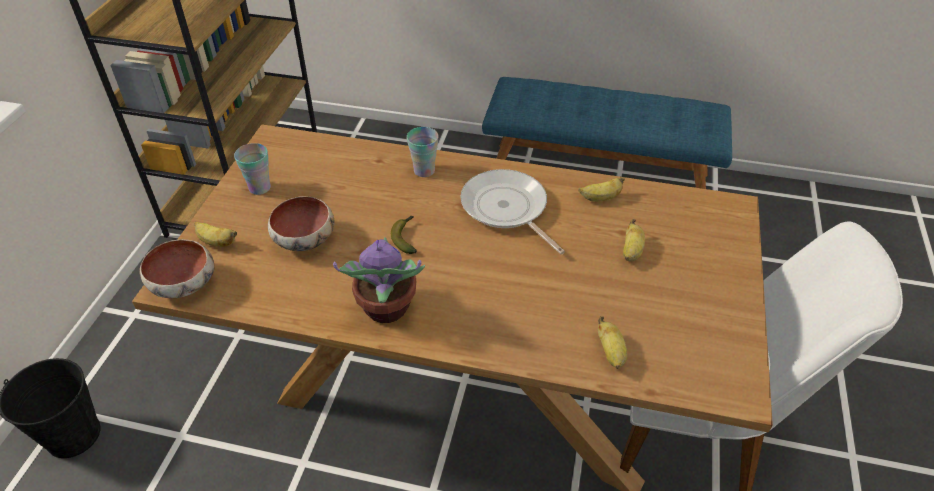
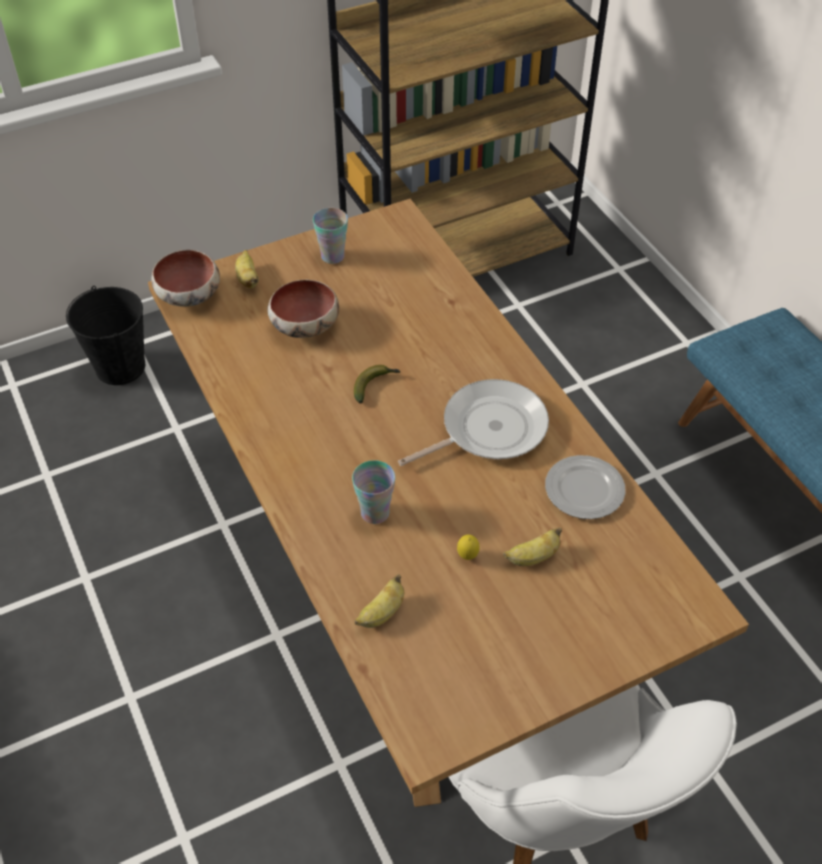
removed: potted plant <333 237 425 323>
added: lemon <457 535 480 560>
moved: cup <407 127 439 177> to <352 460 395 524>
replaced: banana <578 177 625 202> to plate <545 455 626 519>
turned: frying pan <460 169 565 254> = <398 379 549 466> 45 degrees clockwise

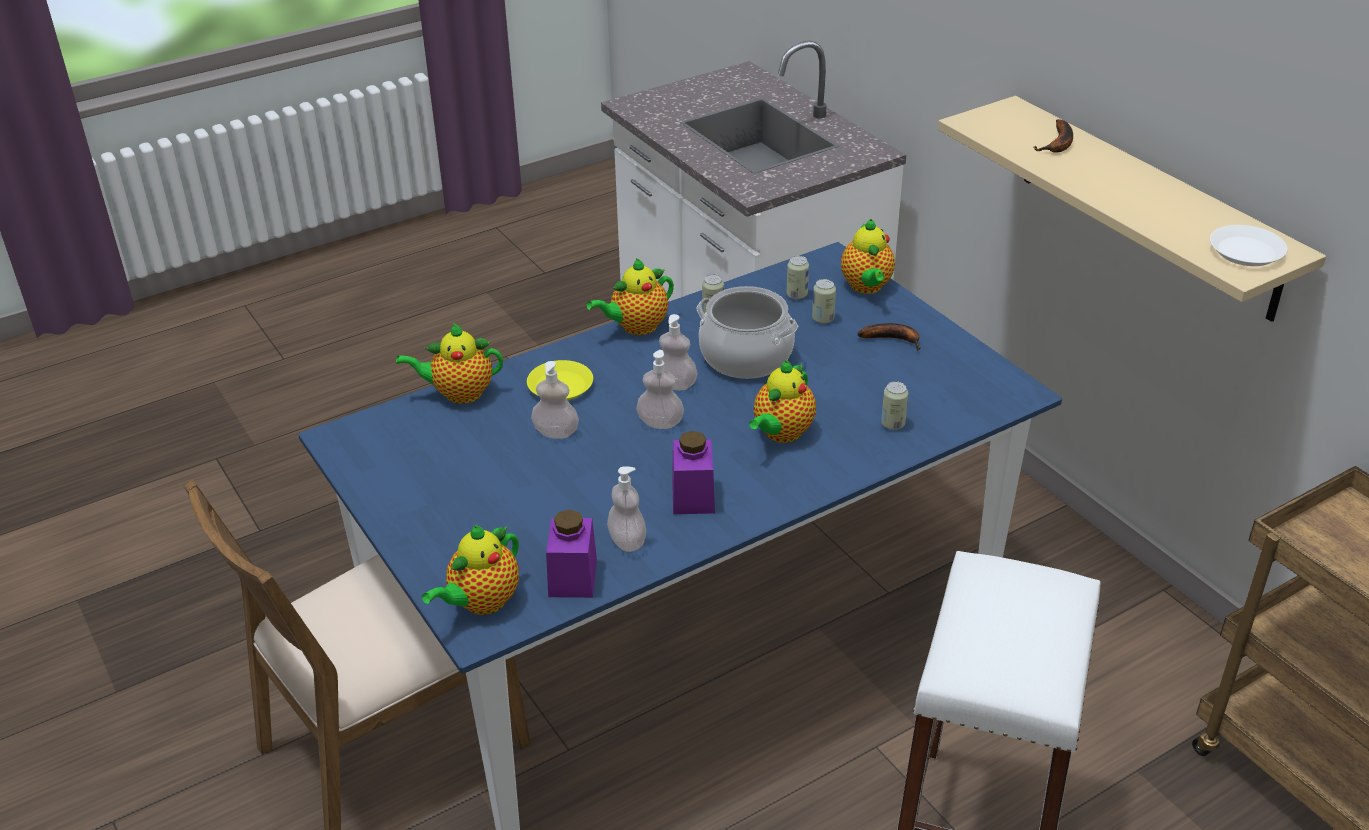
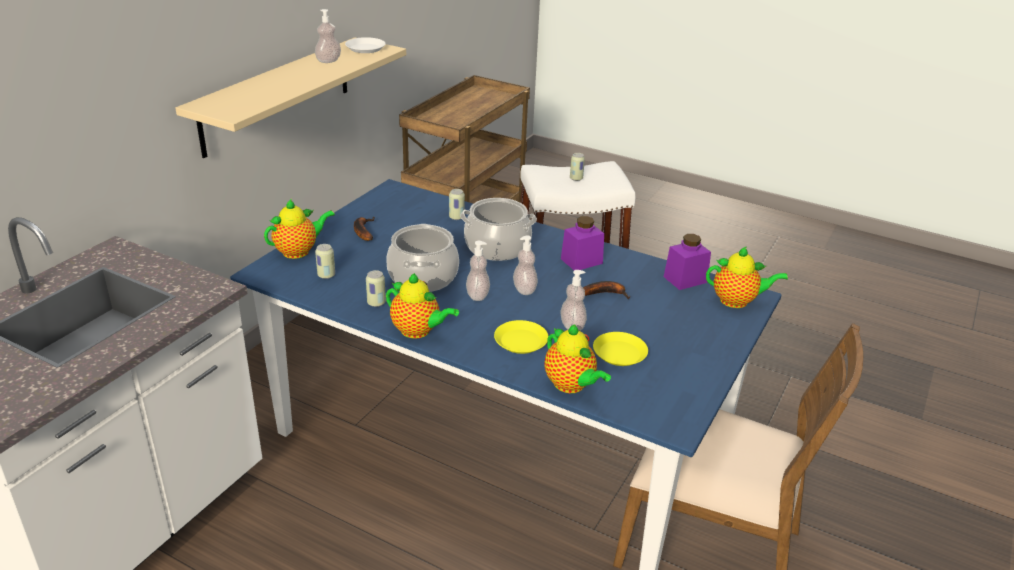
added: yellow plate <593 332 648 366>
moved: banana <1033 119 1073 153> to <583 281 630 299>; can <812 279 836 324> to <570 153 585 181>; soap dispenser <607 466 646 552> to <315 9 341 63>
replaced: teapot <749 360 816 443> to cooking pot <460 198 537 261>

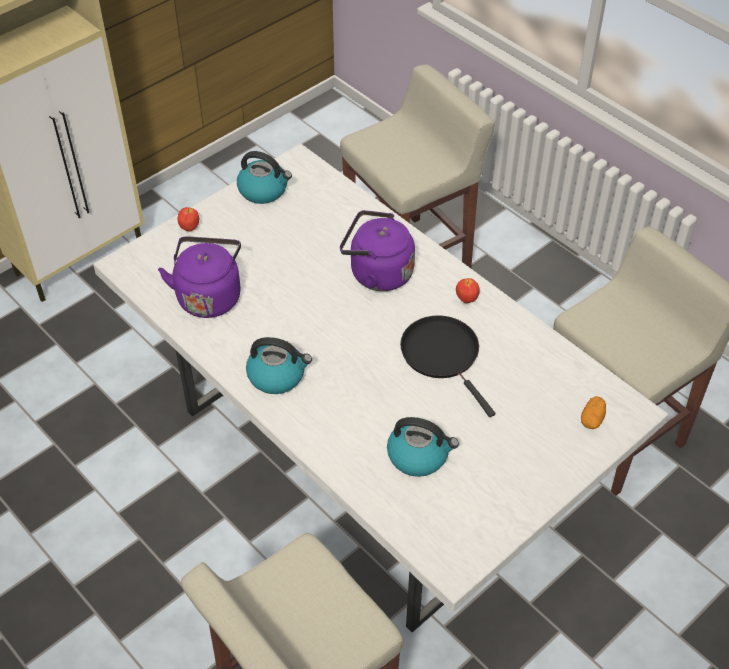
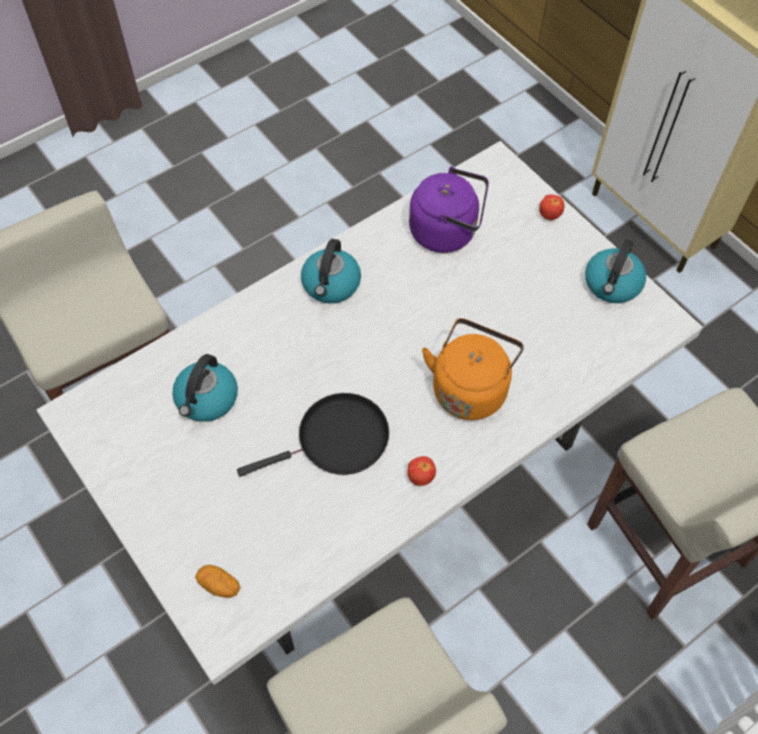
recoloured: purple kettle <340 210 415 291> to orange kettle <422 318 524 420>

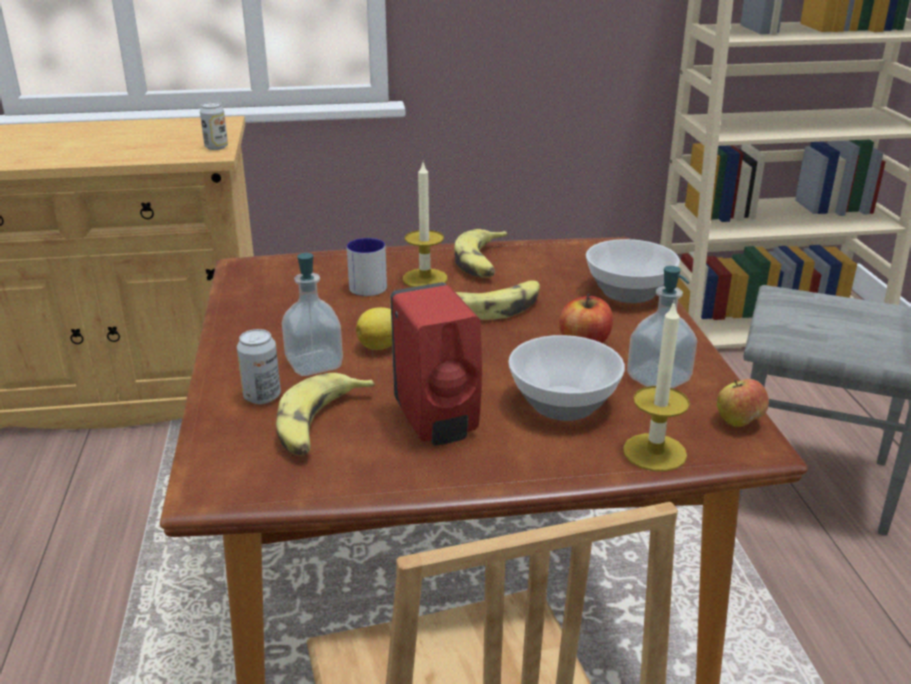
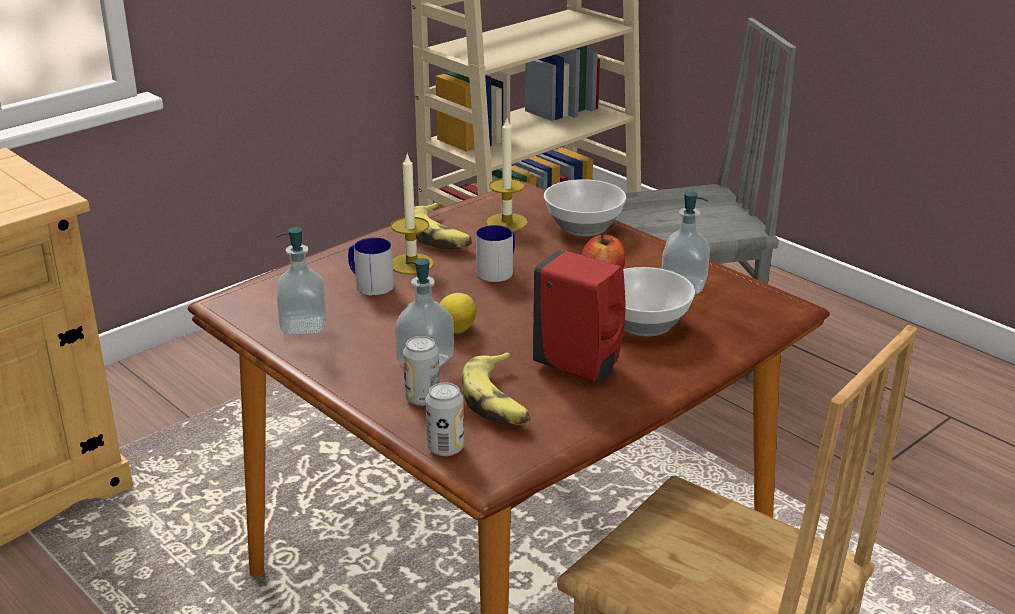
removed: apple <717 379 769 427>
added: soap dispenser <277 227 326 335>
moved: can <200 102 228 150> to <426 383 464 456>; candle <623 303 690 472> to <486 119 528 231>
replaced: banana <456 281 540 320> to mug <476 225 515 282>

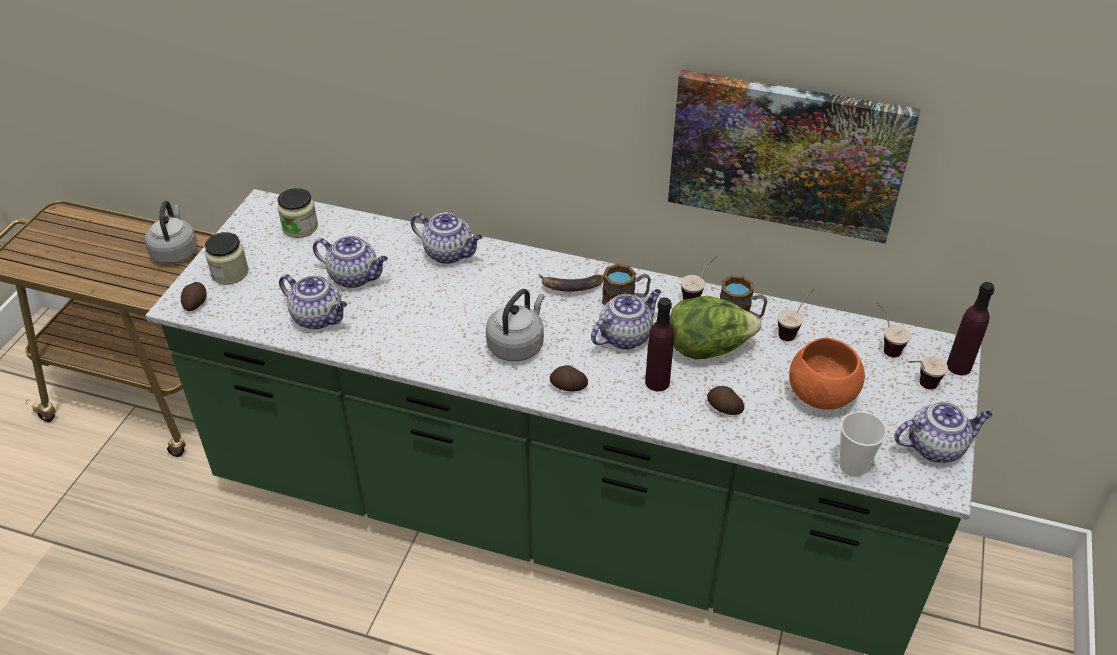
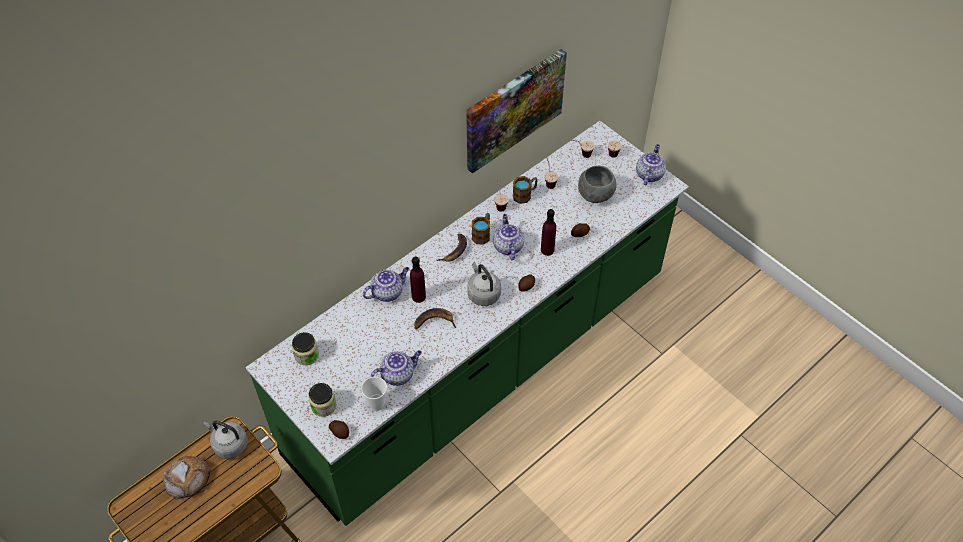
removed: teapot <313 236 388 288>; lettuce <670 296 761 359>
added: banana <414 308 456 329>; bread <163 456 211 500>
moved: purple bottle <947 282 994 375> to <410 257 426 303>; cup <839 411 887 477> to <361 377 387 411>
recoloured: orange bowl <789 338 865 410> to grey bowl <578 166 616 203>

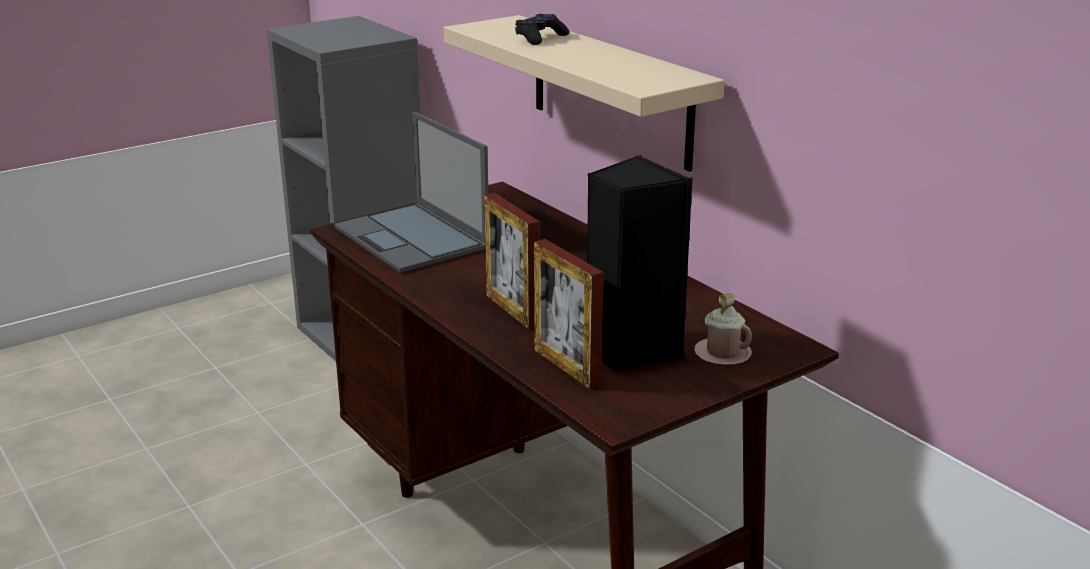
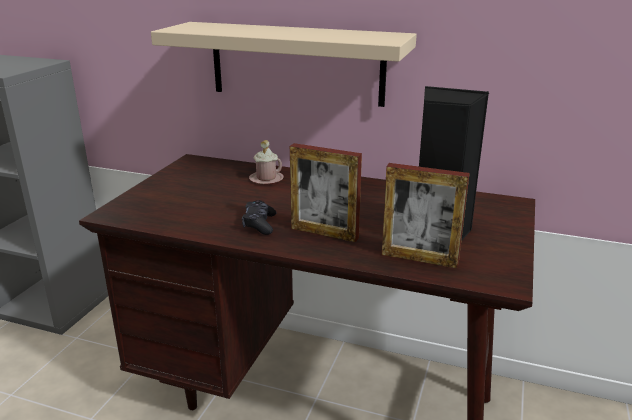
removed: laptop <334 112 488 273>
moved: black game controller <515 14 569 45> to <242 200 276 235>; pink mug <694 293 752 365> to <249 140 284 184>

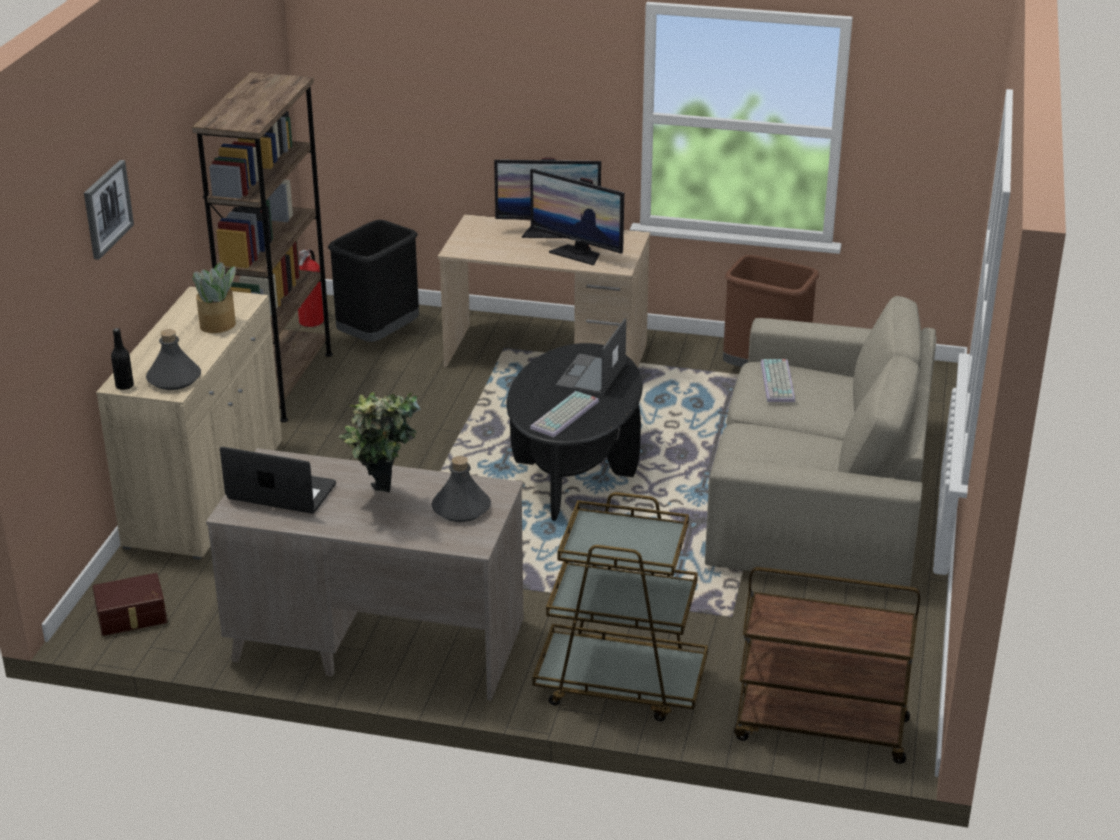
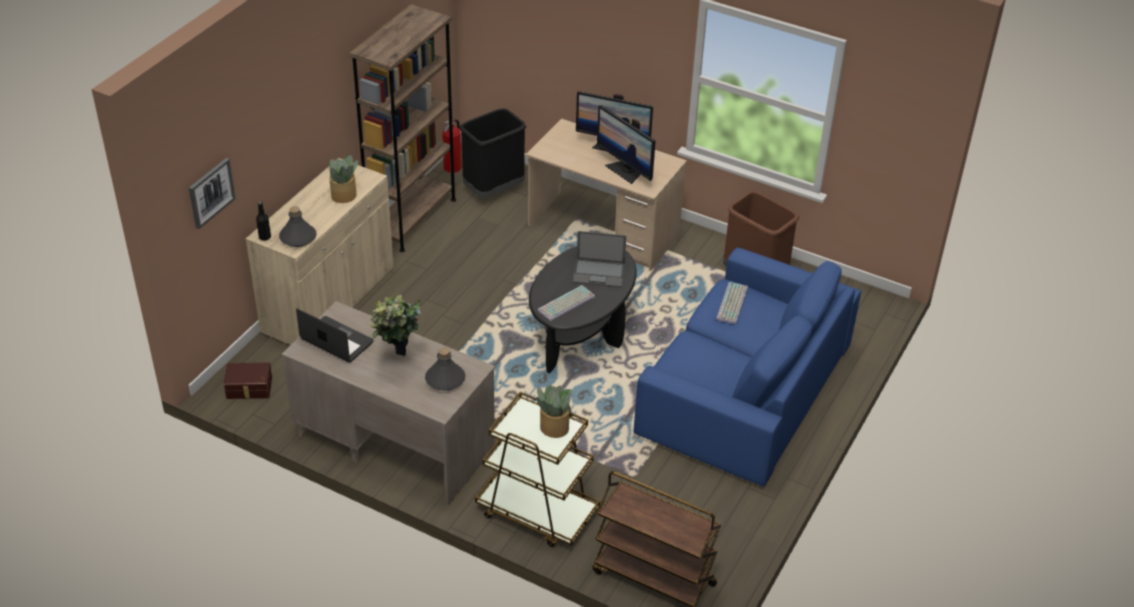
added: potted plant <536 385 572 438>
moved: picture <84 160 134 260> to <189 158 236 229>
recoloured: beige sofa <705 296 937 592> to blue sofa <634 248 861 486>
turned: laptop <555 318 626 396> = <573 231 626 287> 120 degrees counterclockwise

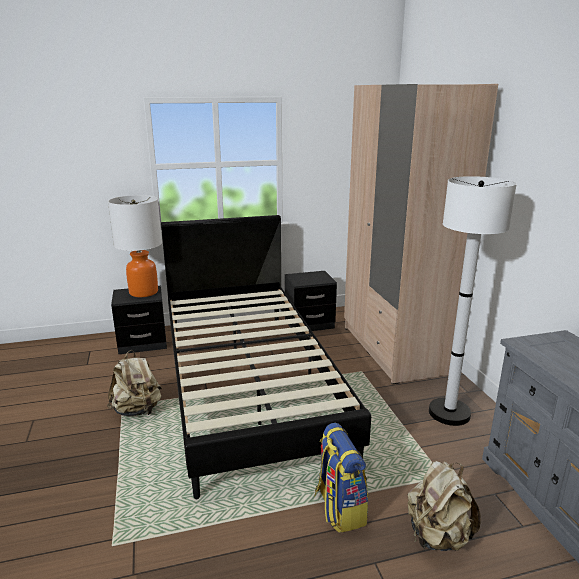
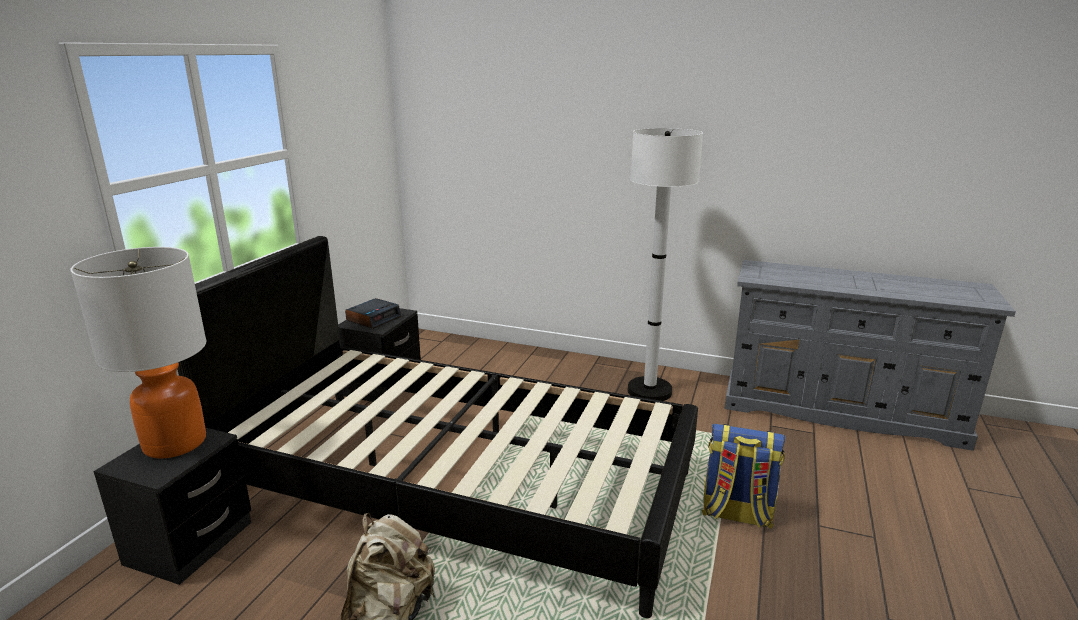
removed: beige wardrobe <344 84 498 384>; beige backpack <408 461 481 551>
added: alarm clock <345 298 401 329>

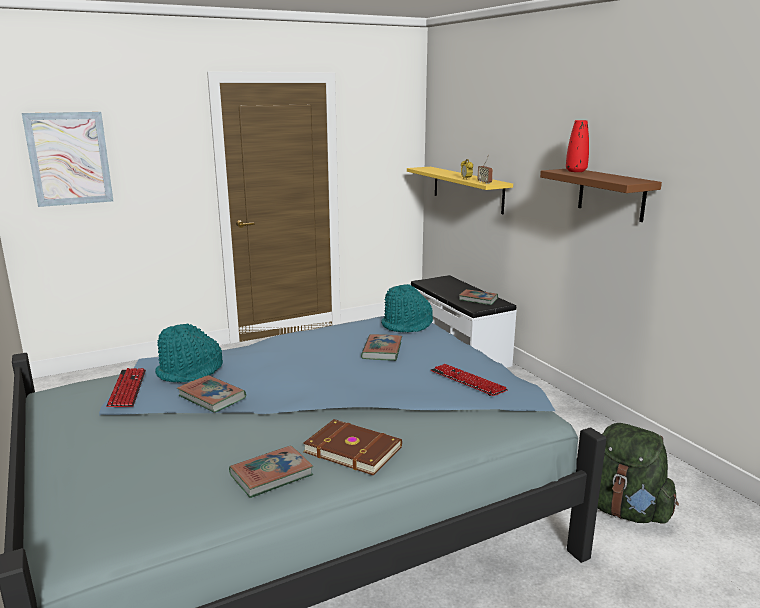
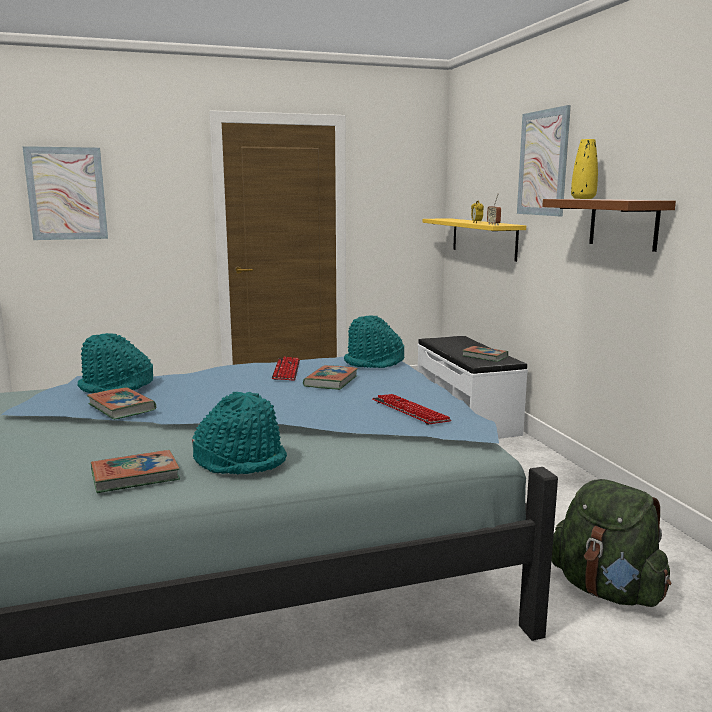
added: picture <517 105 571 216>
moved: keyboard <106 368 146 407> to <272 357 300 381>
replaced: brown book <303 419 402 476> to turquoise hat <192 392 287 475>
recoloured: red vase <566 120 589 172> to yellow vase <571 139 598 199>

